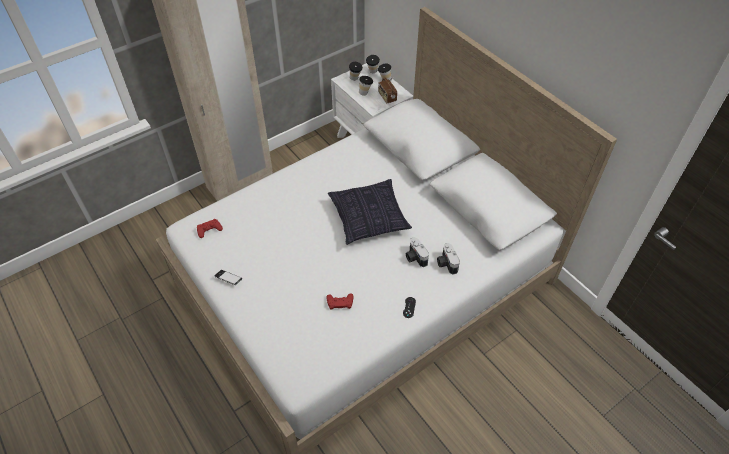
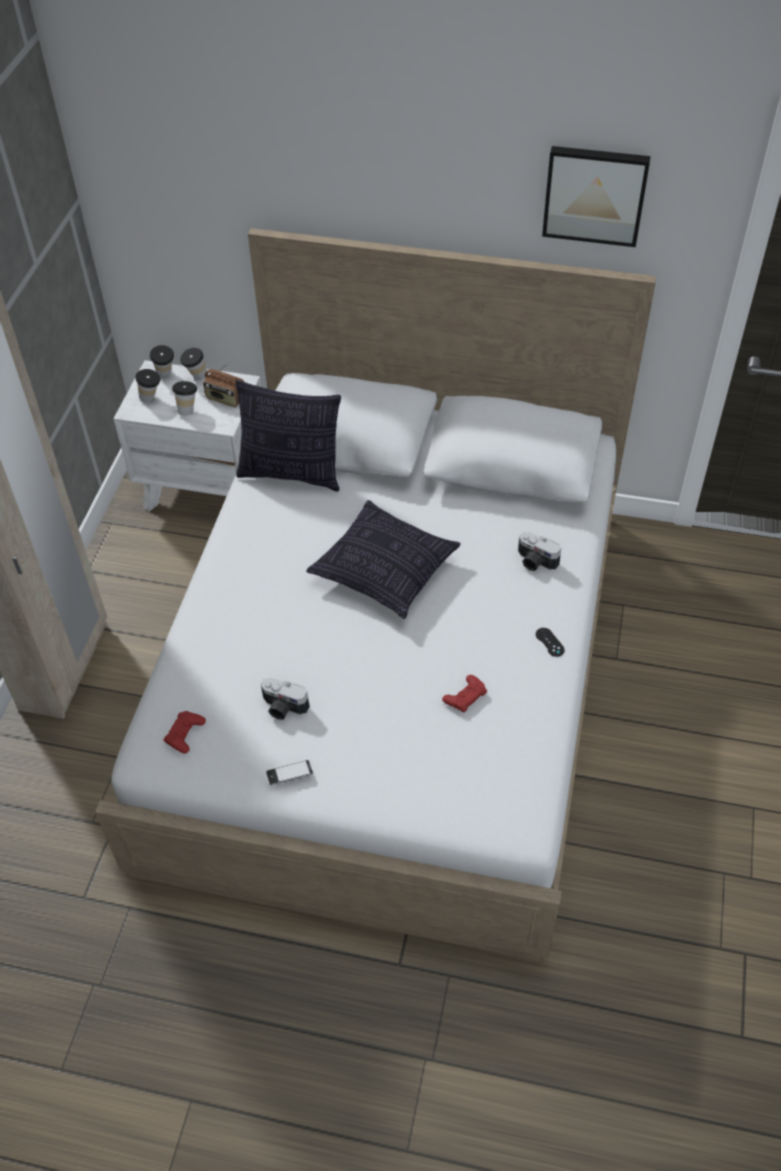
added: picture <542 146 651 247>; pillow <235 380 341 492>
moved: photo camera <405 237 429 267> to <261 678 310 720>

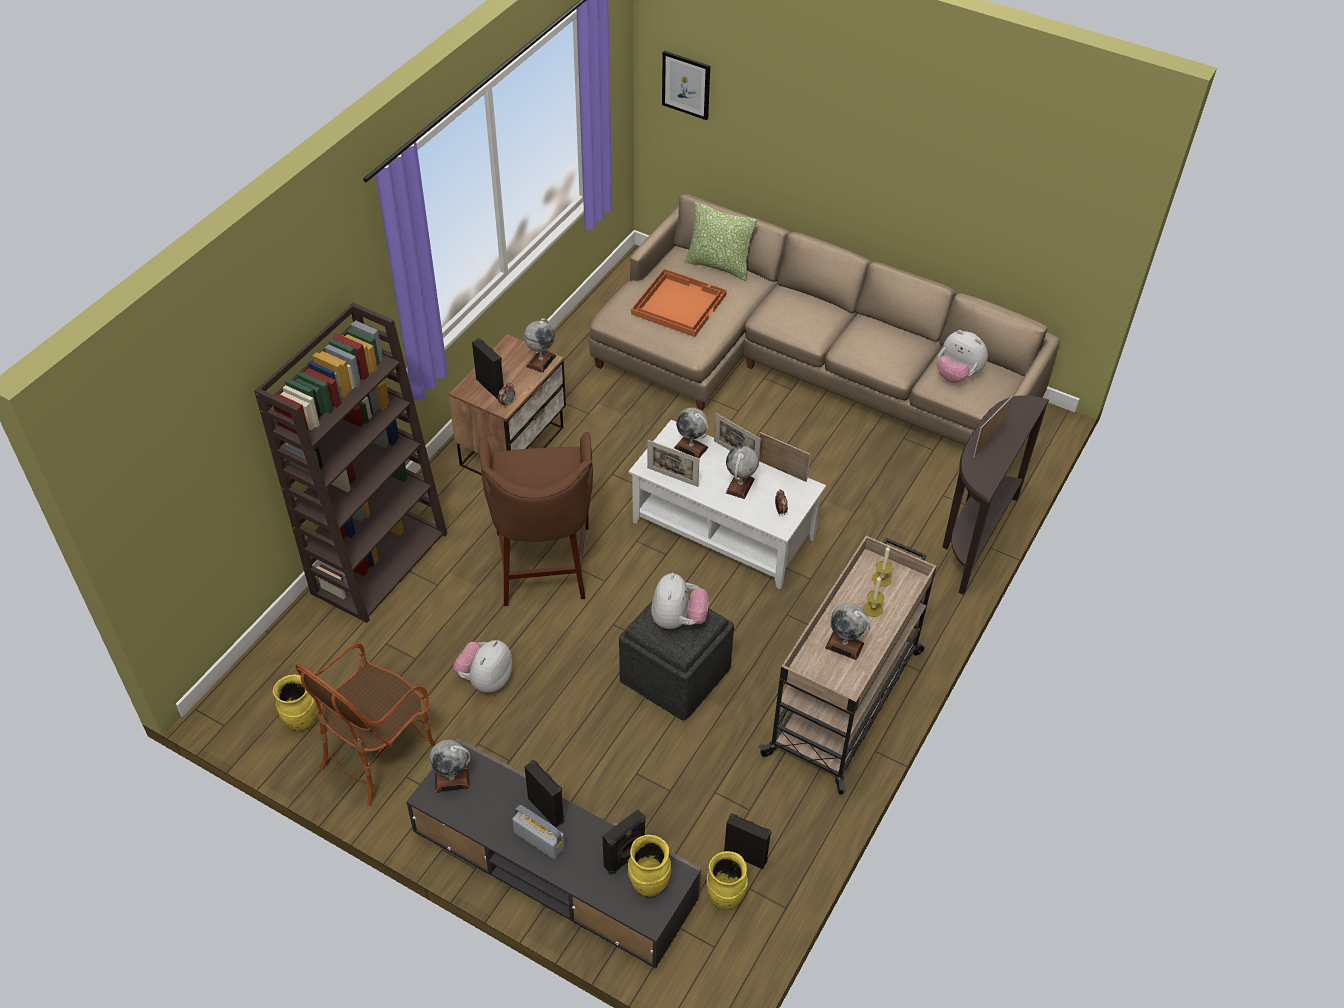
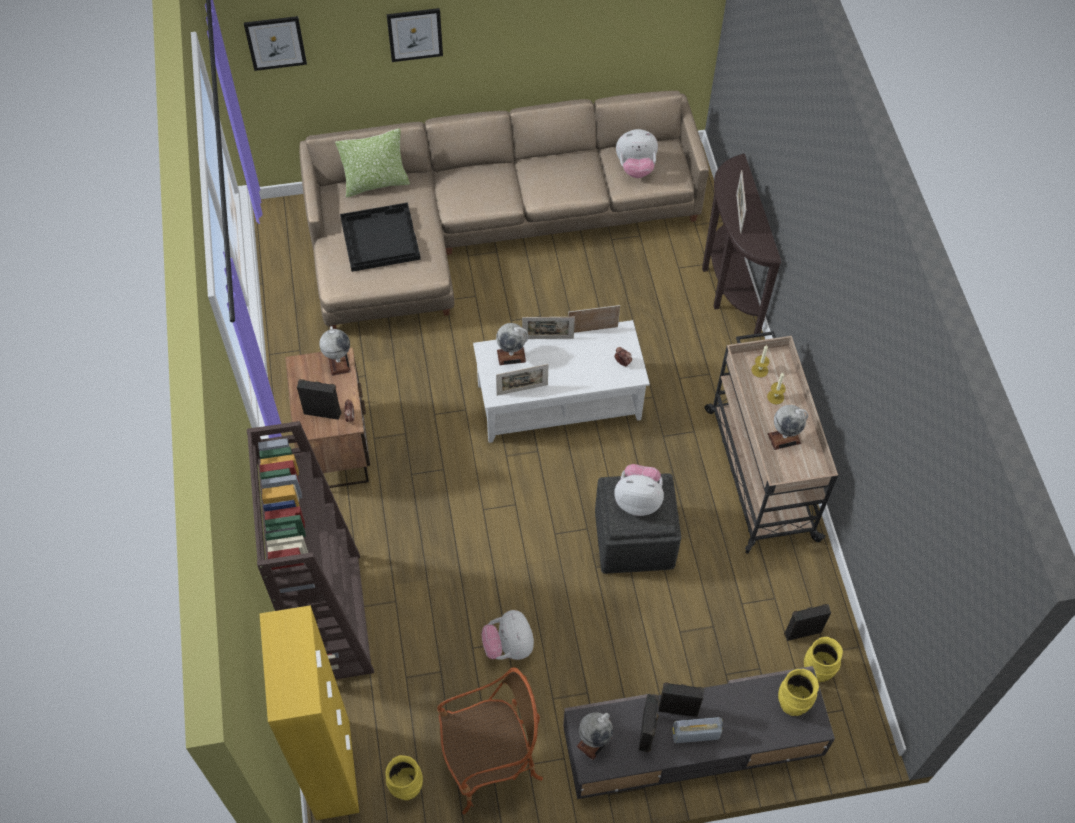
removed: brown stool <479 432 593 606>; globe <726 446 758 499>
added: picture <387 8 443 62>; yellow cabinet <260 605 359 820>
moved: black speaker <602 809 646 875> to <639 694 659 752>
recoloured: orange tray <631 269 727 337> to black tray <340 202 421 272>
turned: plush toy <651 573 709 629> = <614 464 664 516> 45 degrees counterclockwise; armchair <295 643 436 806> = <437 667 543 814> 105 degrees counterclockwise

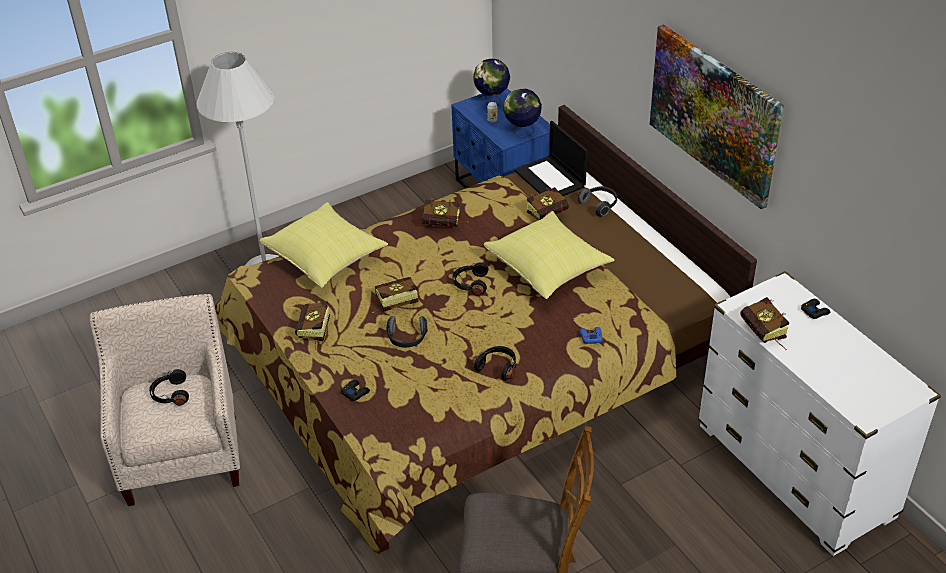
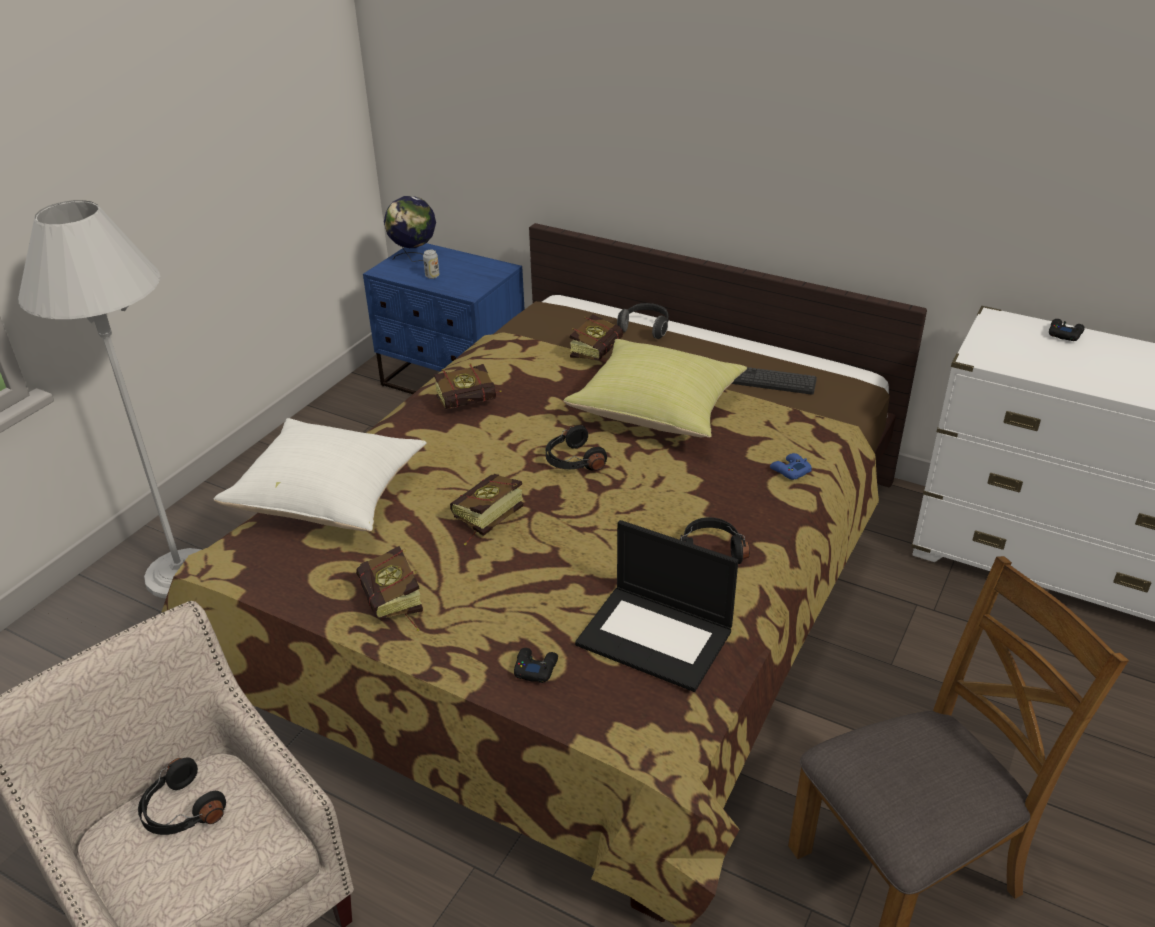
removed: picture <650 25 784 209>; globe <503 89 542 137>; book <740 297 789 350>; headphones <386 316 428 348>
added: keyboard <731 367 817 395>
moved: laptop <514 121 587 196> to <575 520 738 692>
recoloured: yellow pillow <260 202 388 288> to white pillow <214 418 427 532>

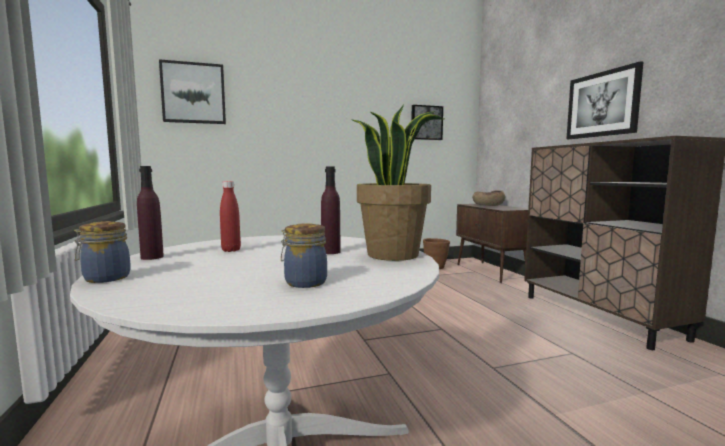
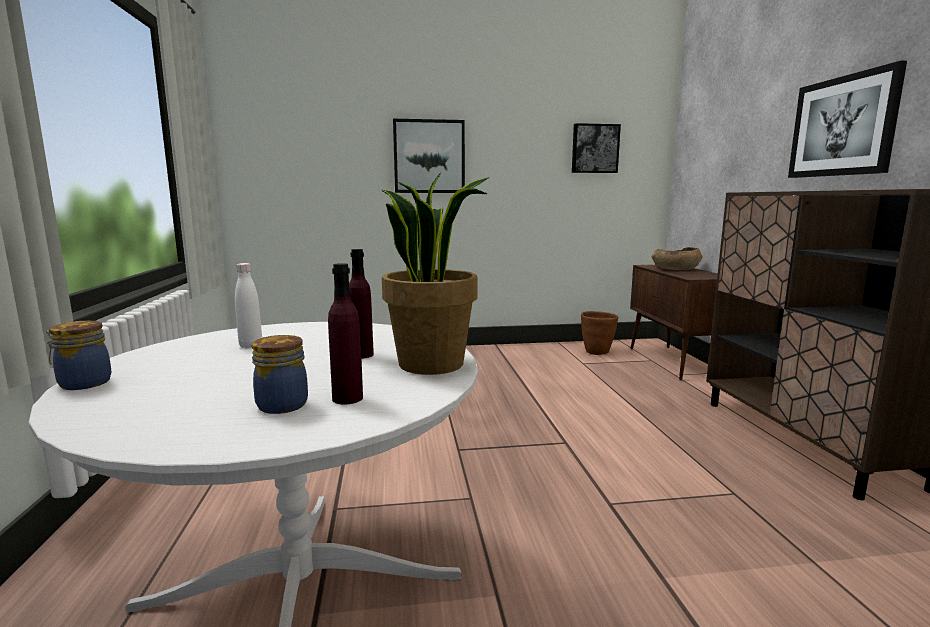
moved: picture <159 59 226 124> to <393 119 465 193>; purple bottle <137 166 164 260> to <328 263 363 404>
recoloured: red bottle <220 181 241 252> to white bottle <235 263 262 348>

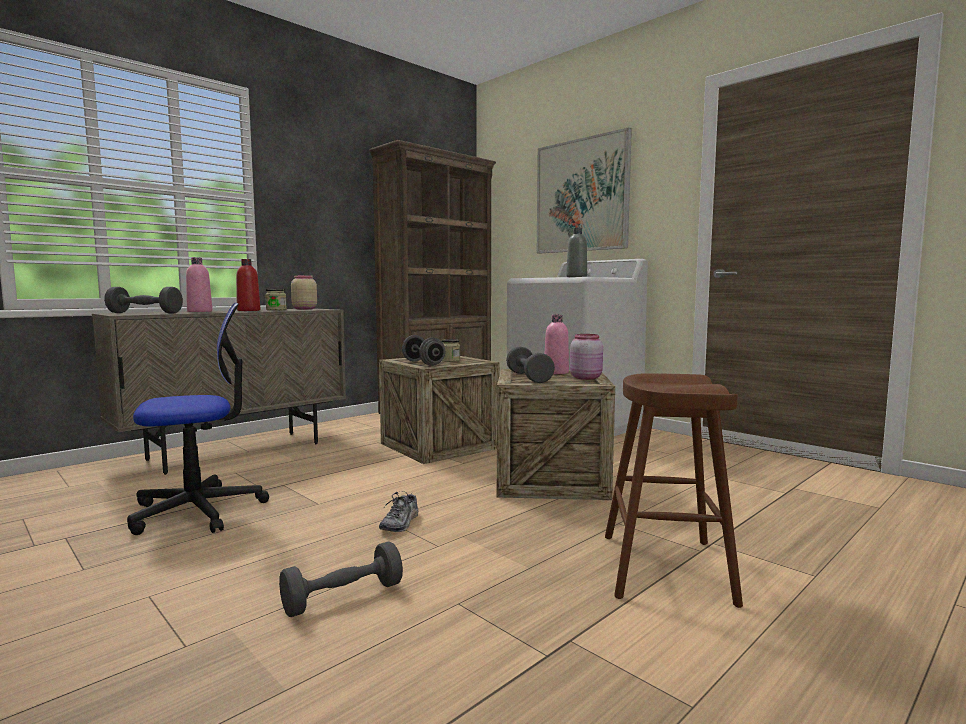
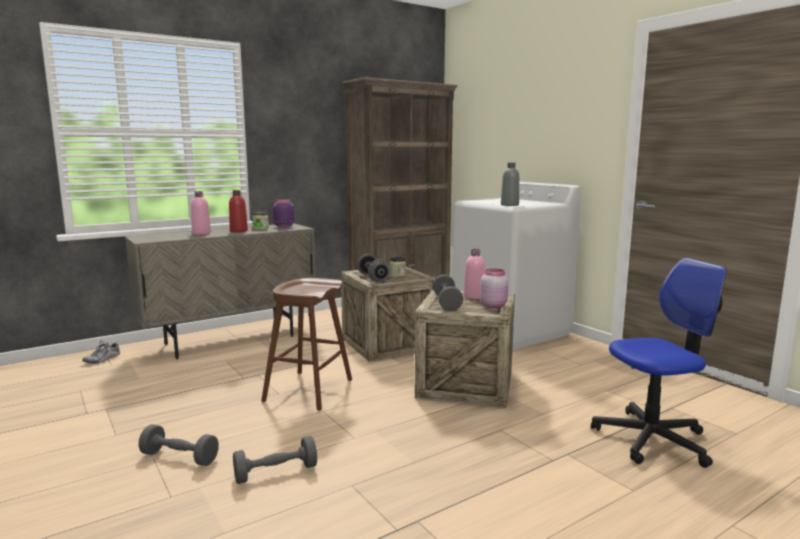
removed: picture <537 127 632 253>
moved: grey dumbbell <104 287 183 313> to <138 424 219 466>; office chair <127 303 269 535> to <591 258 727 468>; brown stool <605 373 743 608> to <261 278 352 411>; shoe <379 491 418 532> to <82 341 120 364>
recoloured: beige jar <291 275 317 309> to purple jar <273 199 294 228>

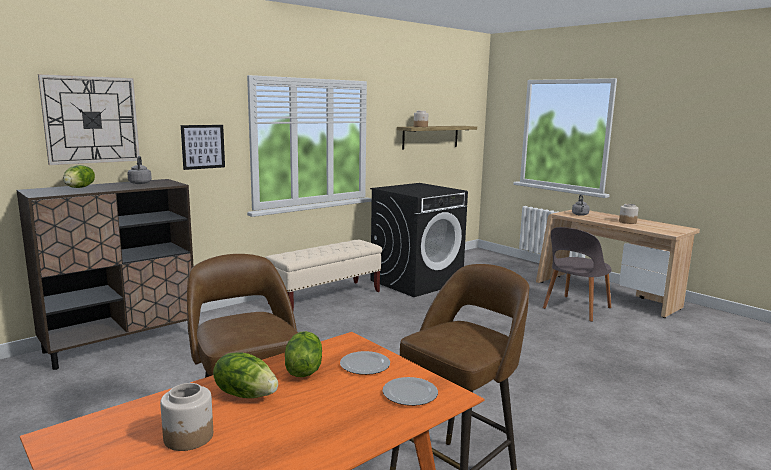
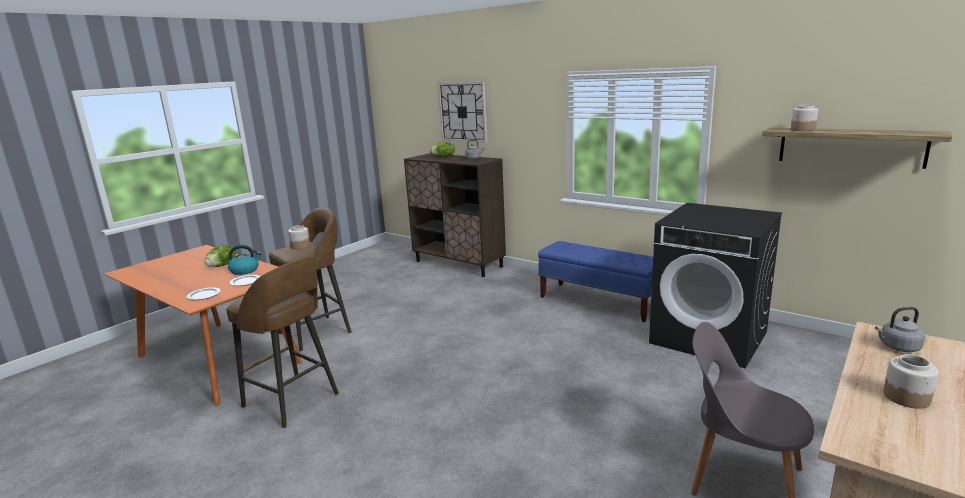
removed: picture <181 125 225 170>
moved: jar <160 383 213 451> to <288 225 310 249>
replaced: lettuce <285 331 322 377> to kettle <228 245 261 275>
recoloured: beige bench <265 240 382 310> to blue bench <538 241 653 322>

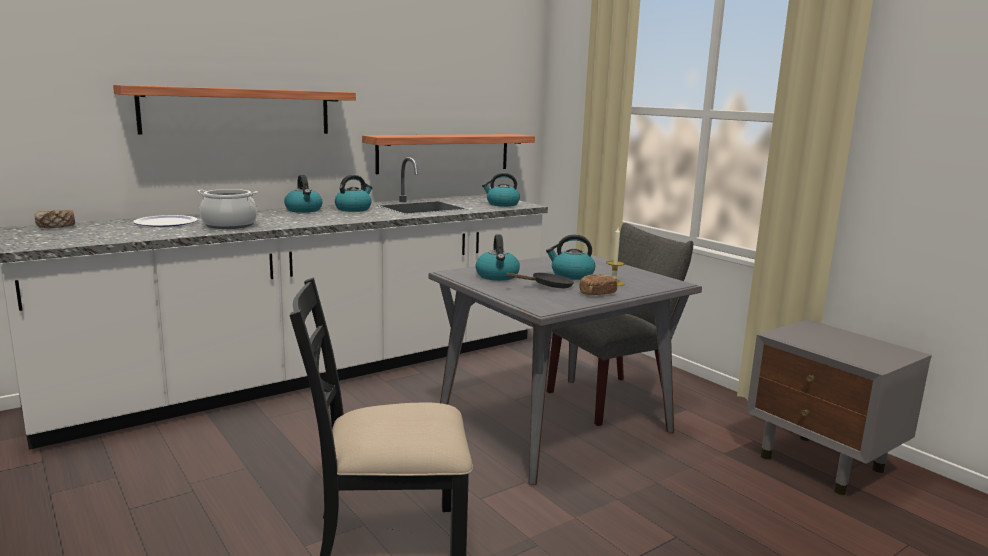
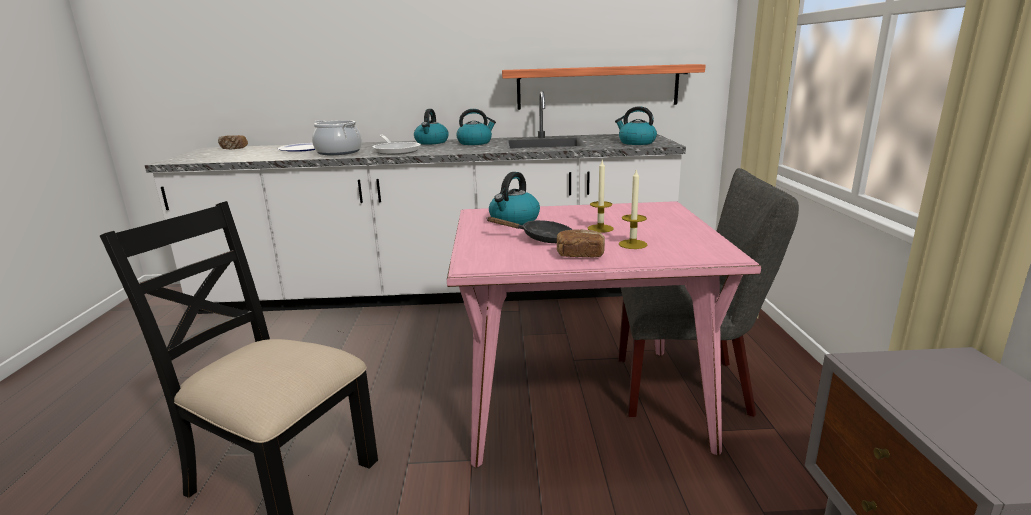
removed: shelf <113 85 356 135>
added: frying pan <373 134 421 155>
replaced: kettle <546 235 595 280> to candle <588 160 614 233>
recoloured: grey dining table <429 255 702 485> to pink dining table <447 201 761 468>

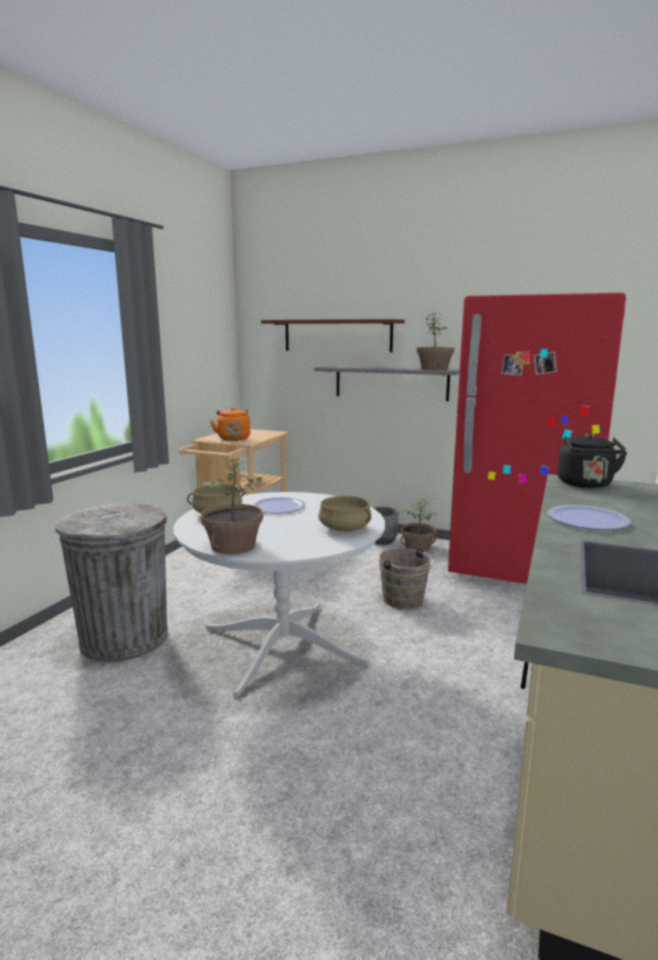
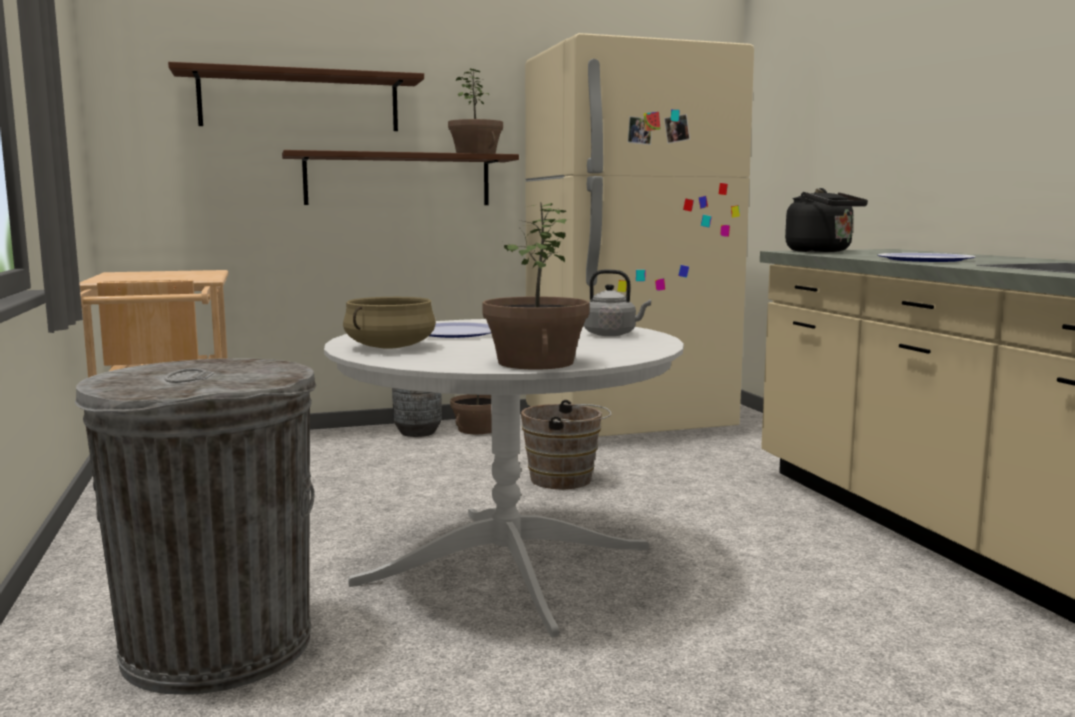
removed: orange kettle <210 408 250 441>
replaced: beige cooking pot <318 496 372 531> to grey kettle <584 269 651 336>
recoloured: red fridge <448 293 626 584> to beige fridge <525 33 754 437>; grey shelf <314 366 460 401> to brown shelf <282 150 519 205>

